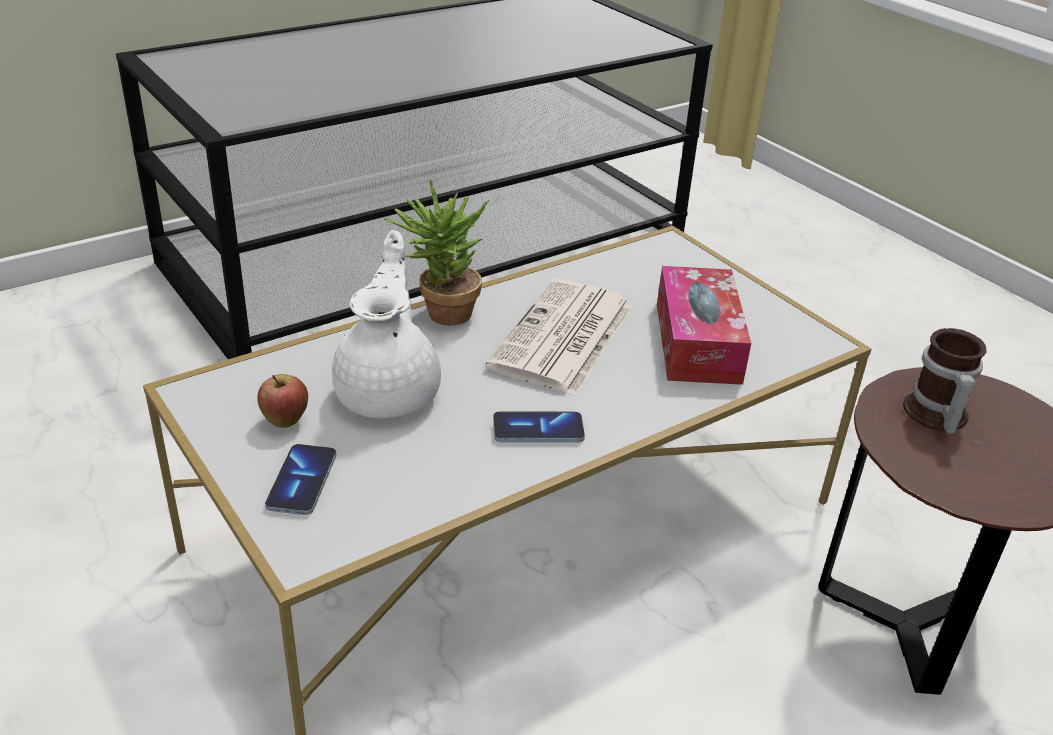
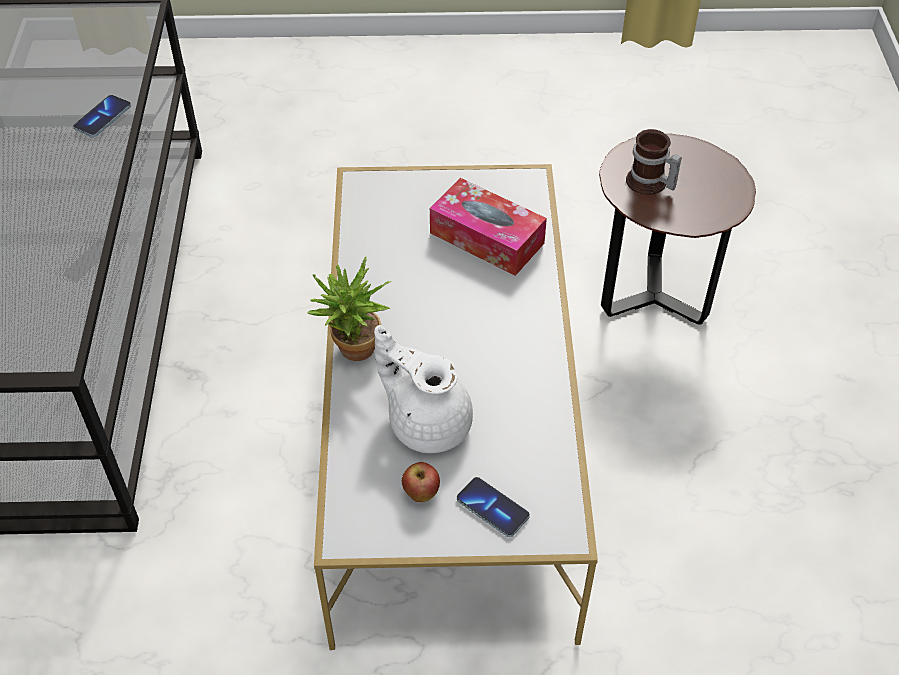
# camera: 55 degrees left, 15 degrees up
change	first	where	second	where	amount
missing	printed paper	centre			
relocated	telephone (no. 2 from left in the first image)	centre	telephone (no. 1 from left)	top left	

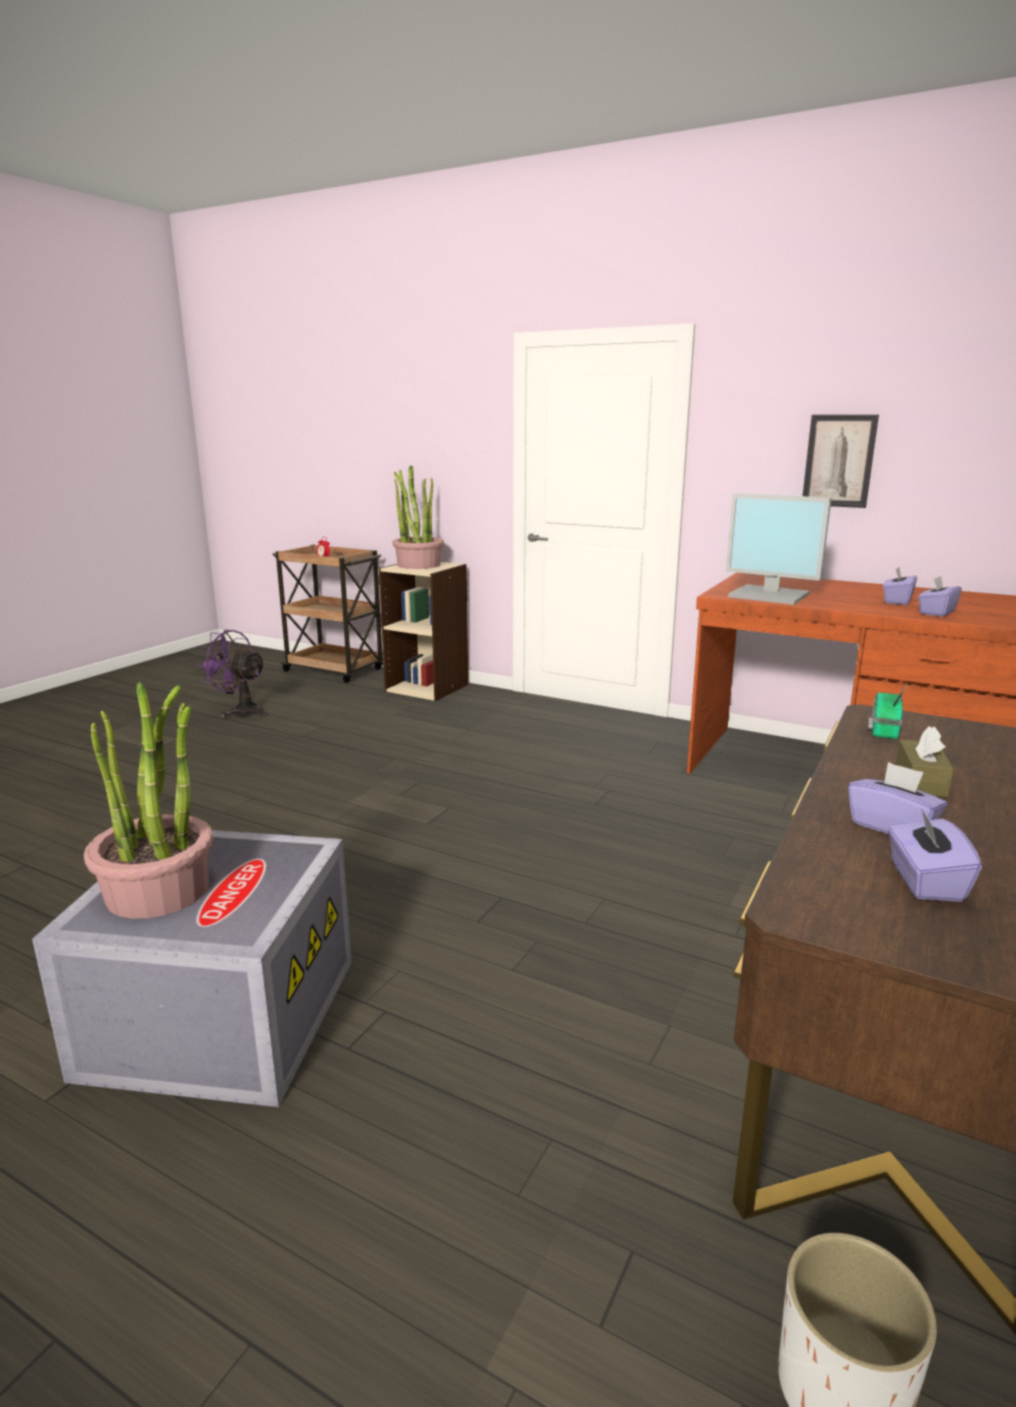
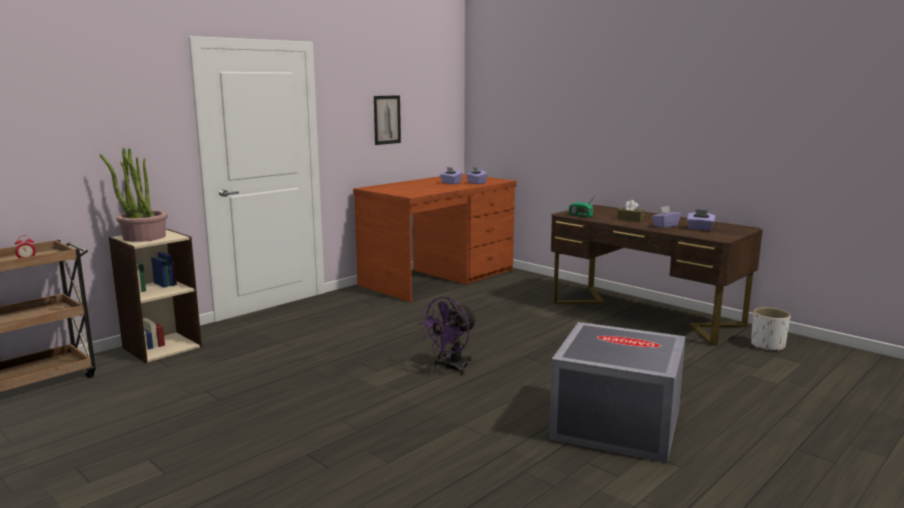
# camera: 75 degrees left, 5 degrees down
change	first	where	second	where	amount
missing	computer screen	middle right			
relocated	cooling fan in purplish	middle left		centre	
missing	plant in a pot (no. 1 from left)	middle left			

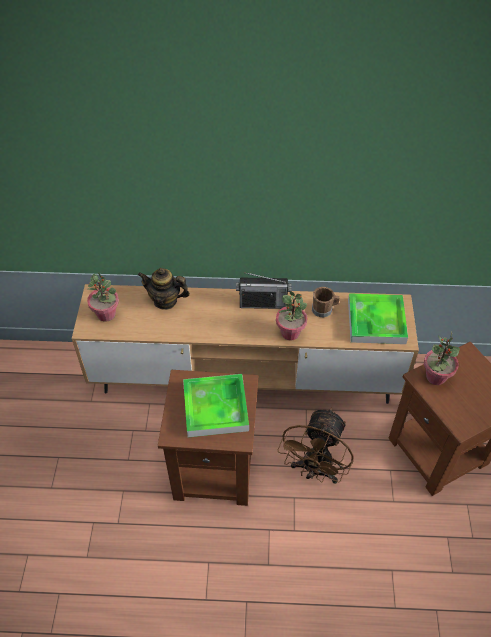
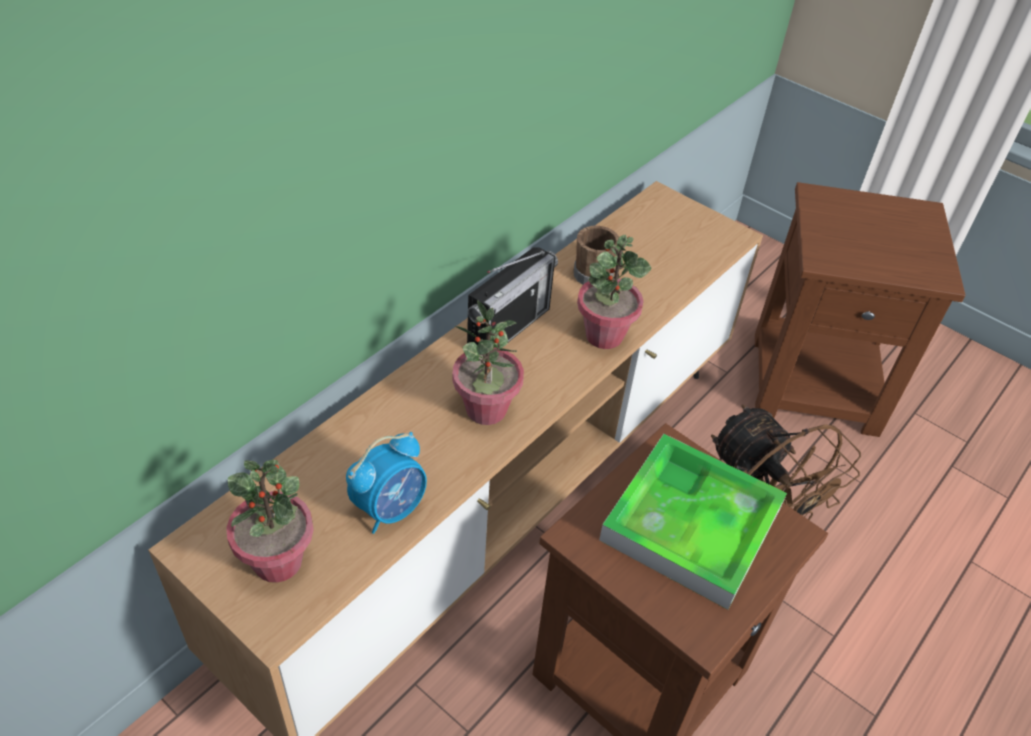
# camera: 55 degrees left, 5 degrees down
change	first	where	second	where	amount
missing	tea pot	centre			
missing	carrying tray (no. 2 from left)	middle right			
relocated	plant in a pot (no. 3 from left in the first image)	middle right	plant in a pot (no. 2 from left)	centre	
appeared			alarm clock	centre	

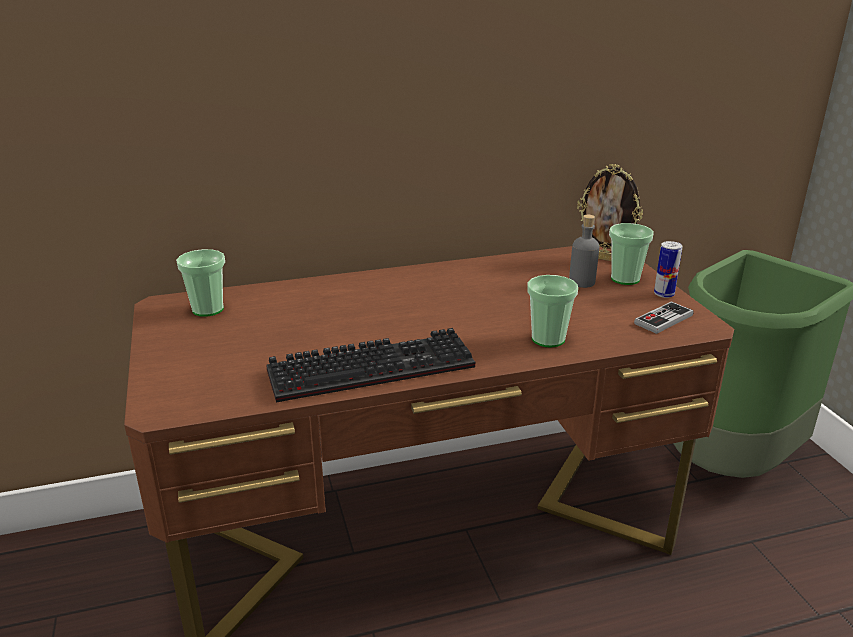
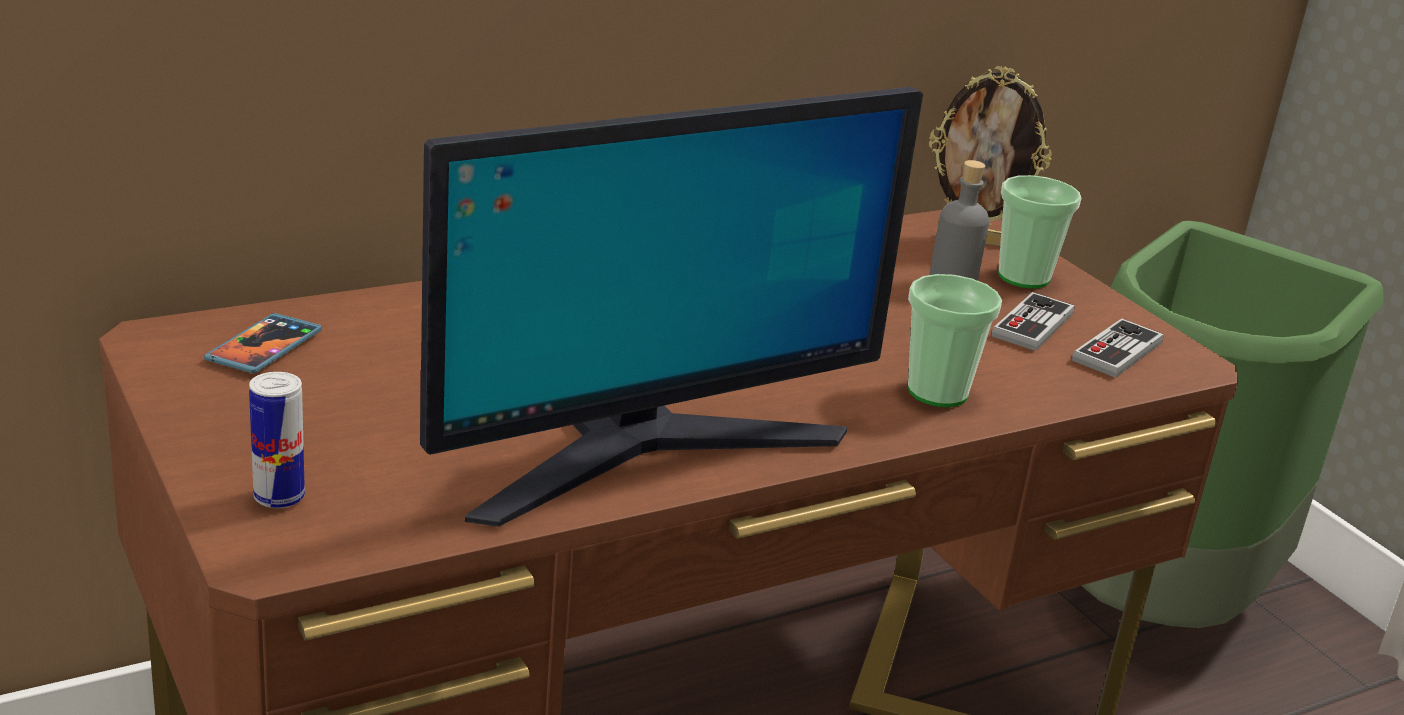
# camera: 15 degrees left, 0 degrees up
change	first	where	second	where	amount
relocated	can	middle right		middle left	
exchanged	small cup (no. 1 from left)	middle left	telephone	middle left	
exchanged	computer keyboard	centre	computer screen	centre	
appeared			joypad (no. 1 from left)	middle right	

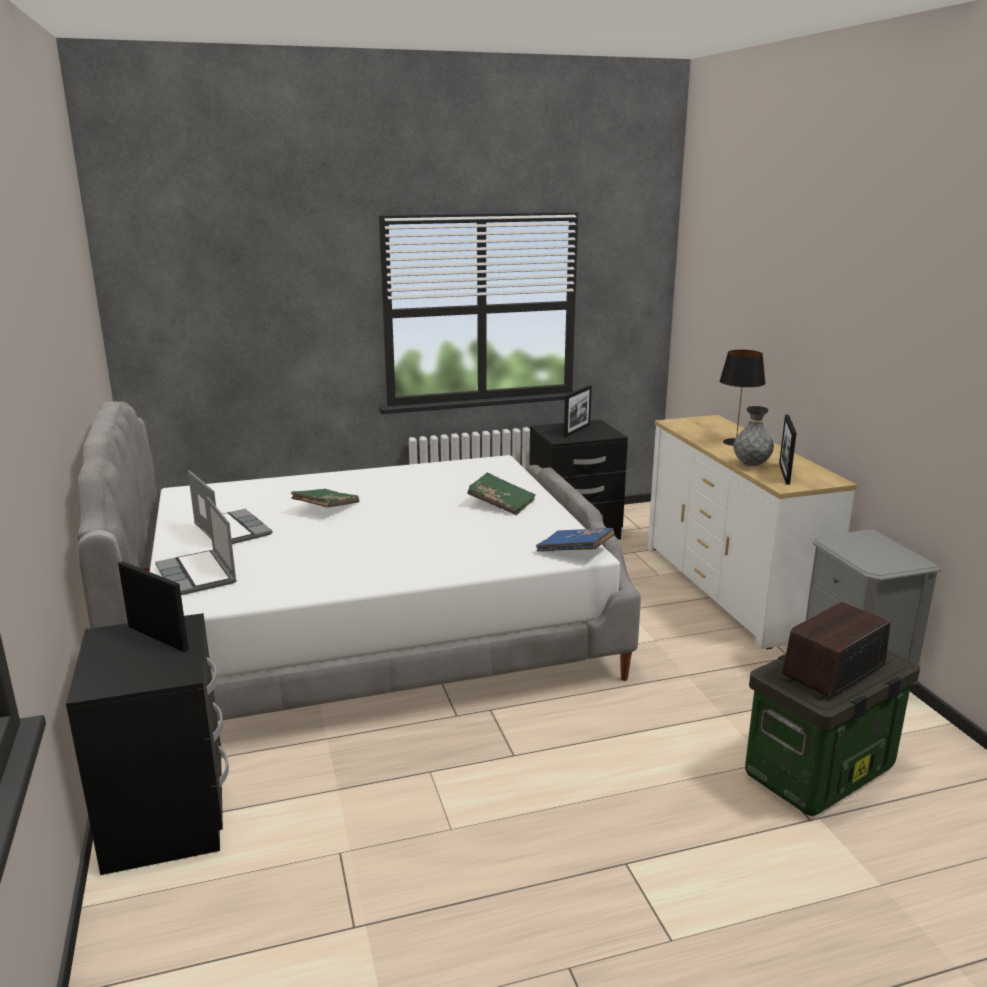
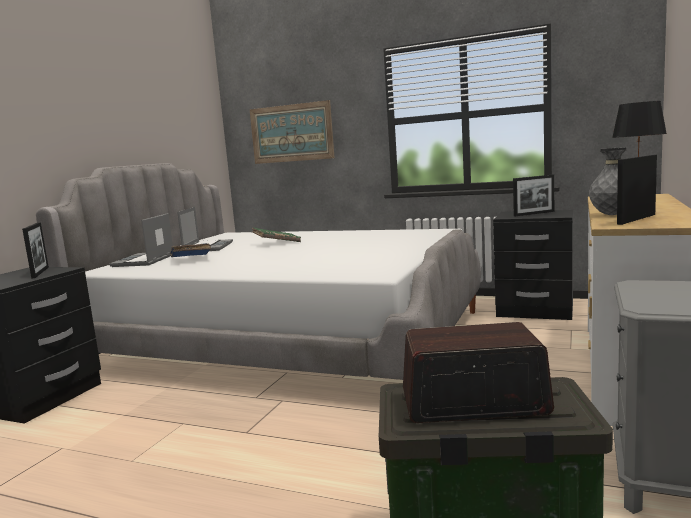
# camera: 40 degrees right, 10 degrees down
change	first	where	second	where	amount
missing	volume in green (no. 2 from left)	centre			
relocated	volume in blue-coloured	centre		middle left	
appeared			picture	top centre	

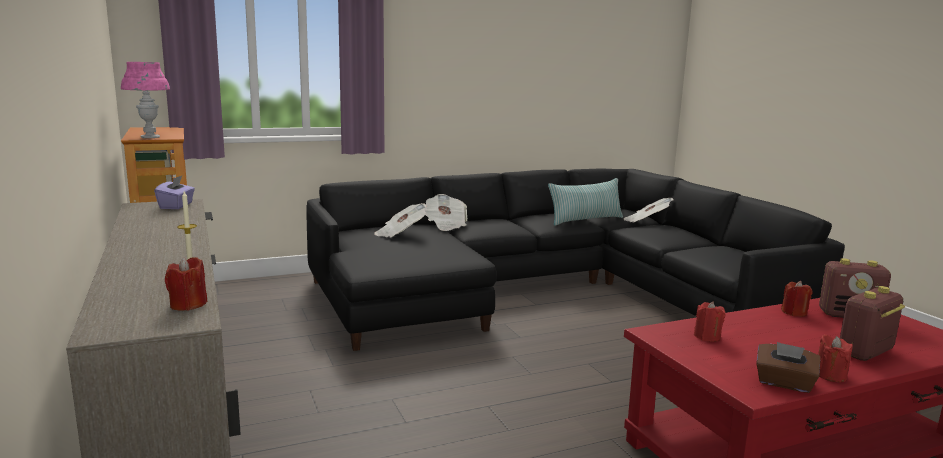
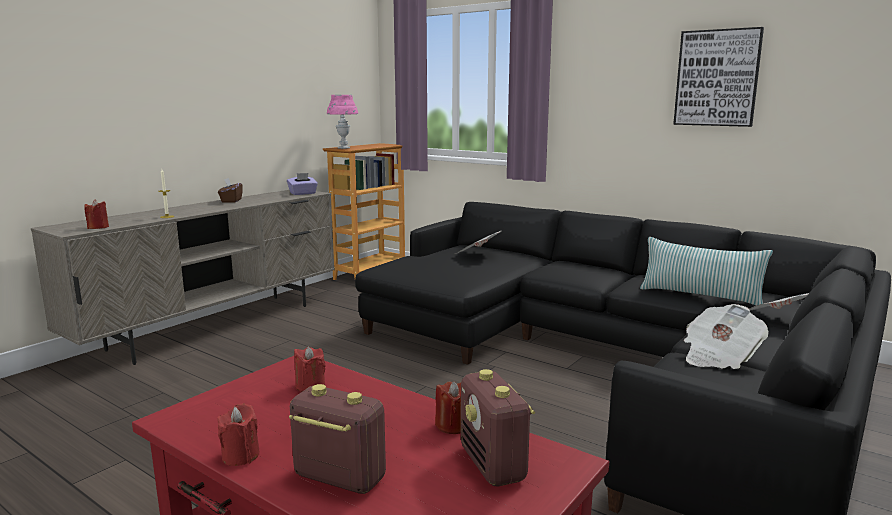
# camera: 60 degrees right, 0 degrees up
change	first	where	second	where	amount
relocated	printed paper (no. 2 from left)	centre		middle right	
relocated	tissue box in brown	bottom right		middle left	
appeared			picture	top right	

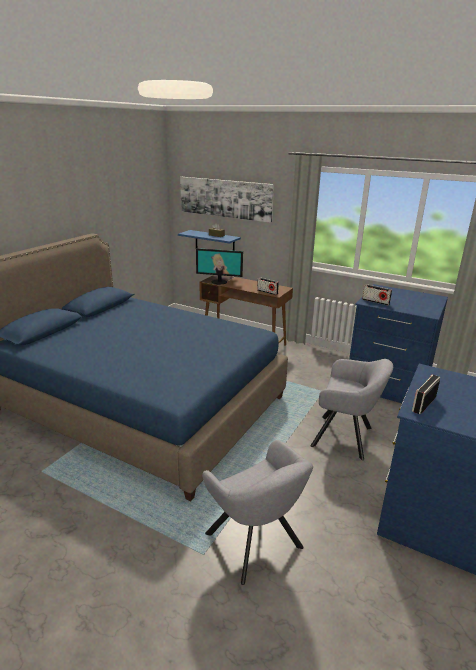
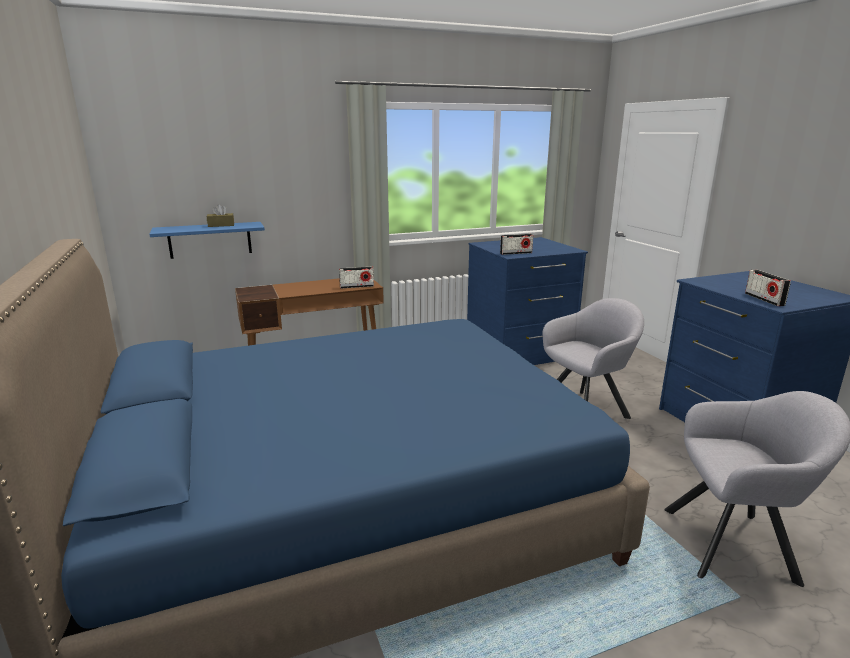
# camera: 50 degrees left, 5 degrees down
change	first	where	second	where	amount
missing	picture	top centre			
missing	computer screen	centre			

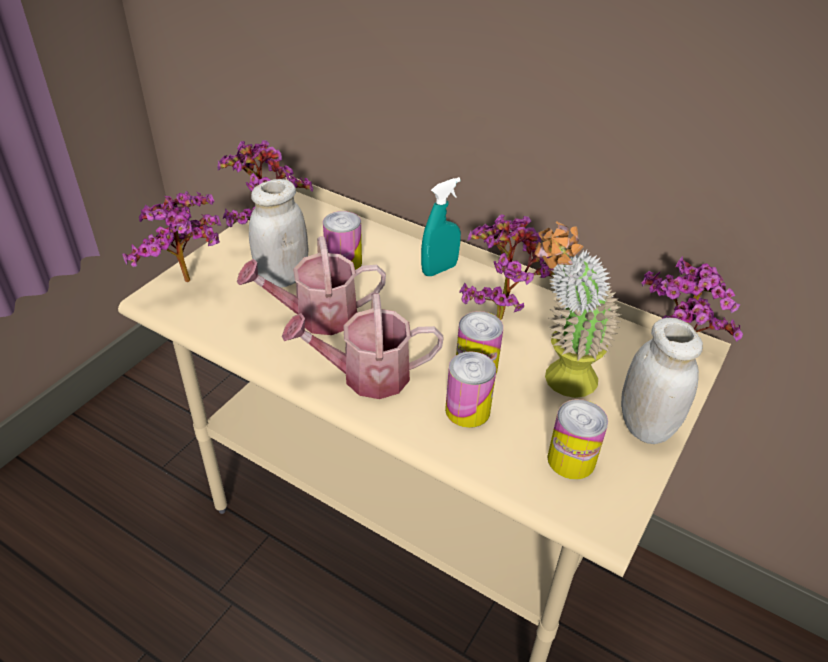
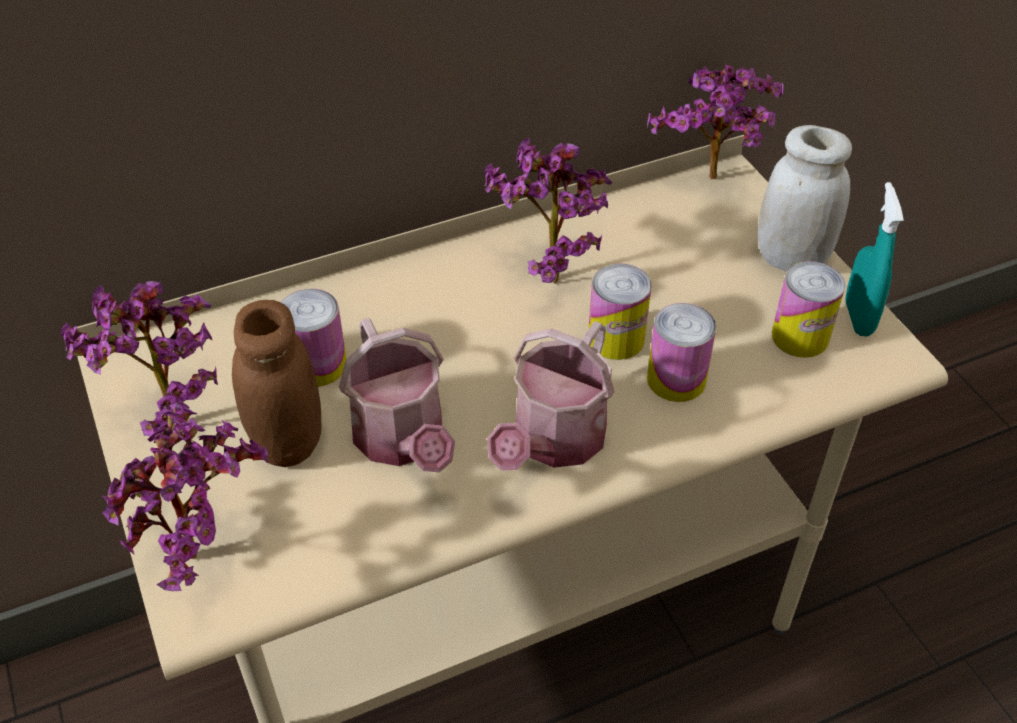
# camera: 55 degrees left, 5 degrees up
change	first	where	second	where	amount
relocated	sprayer in turquoise-coloured	centre		middle right	
colour	preserve jar in whitish (no. 1 from left)	centre	preserve jar in brown	middle left	
missing	plant in a pot (no. 4 from left)	middle right			
spun	sprinkling can (no. 1 from left)	centre		centre	45 degrees counterclockwise

